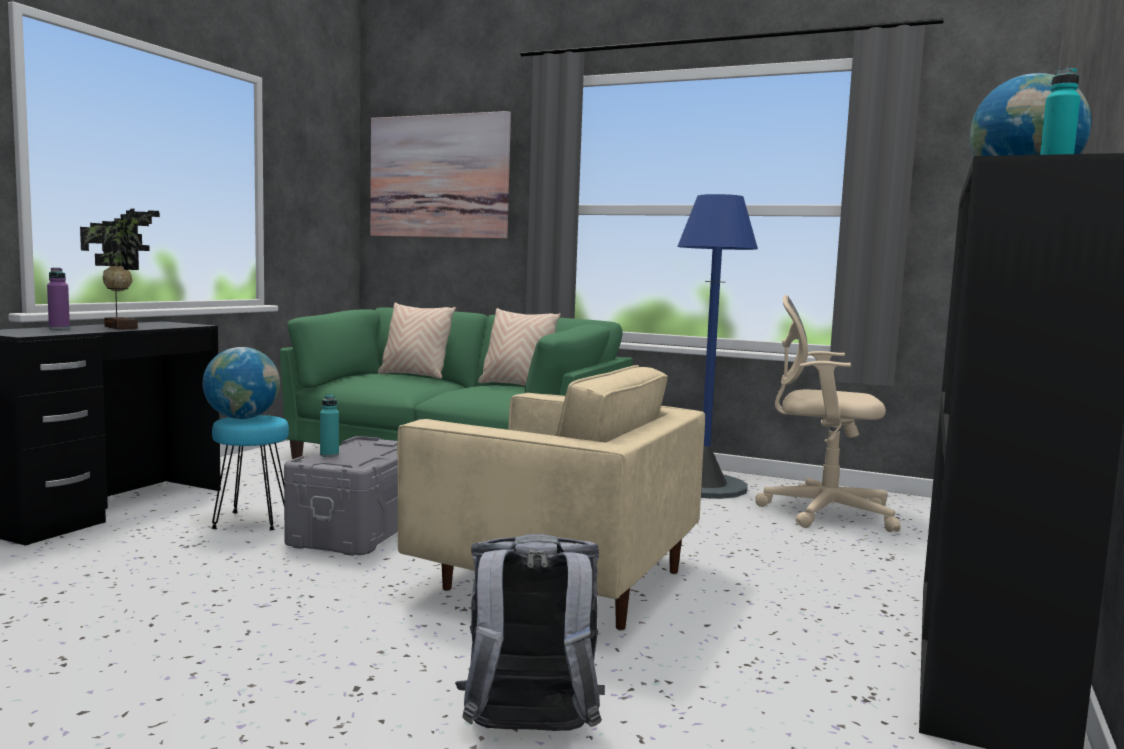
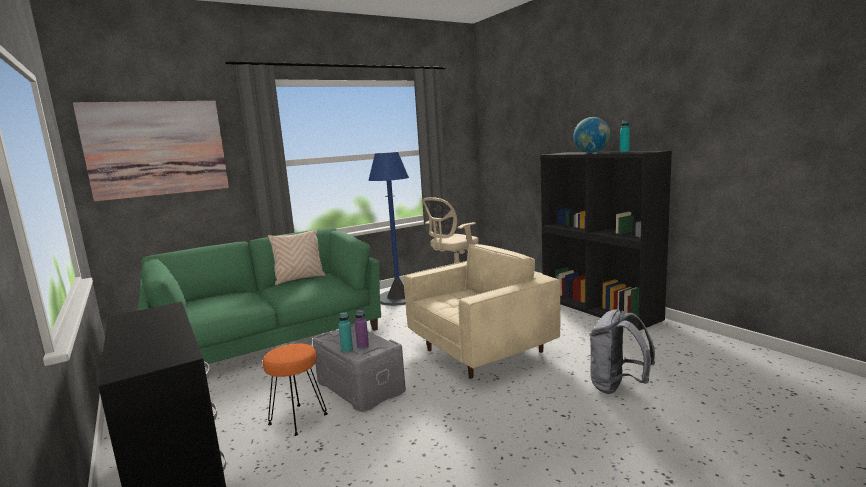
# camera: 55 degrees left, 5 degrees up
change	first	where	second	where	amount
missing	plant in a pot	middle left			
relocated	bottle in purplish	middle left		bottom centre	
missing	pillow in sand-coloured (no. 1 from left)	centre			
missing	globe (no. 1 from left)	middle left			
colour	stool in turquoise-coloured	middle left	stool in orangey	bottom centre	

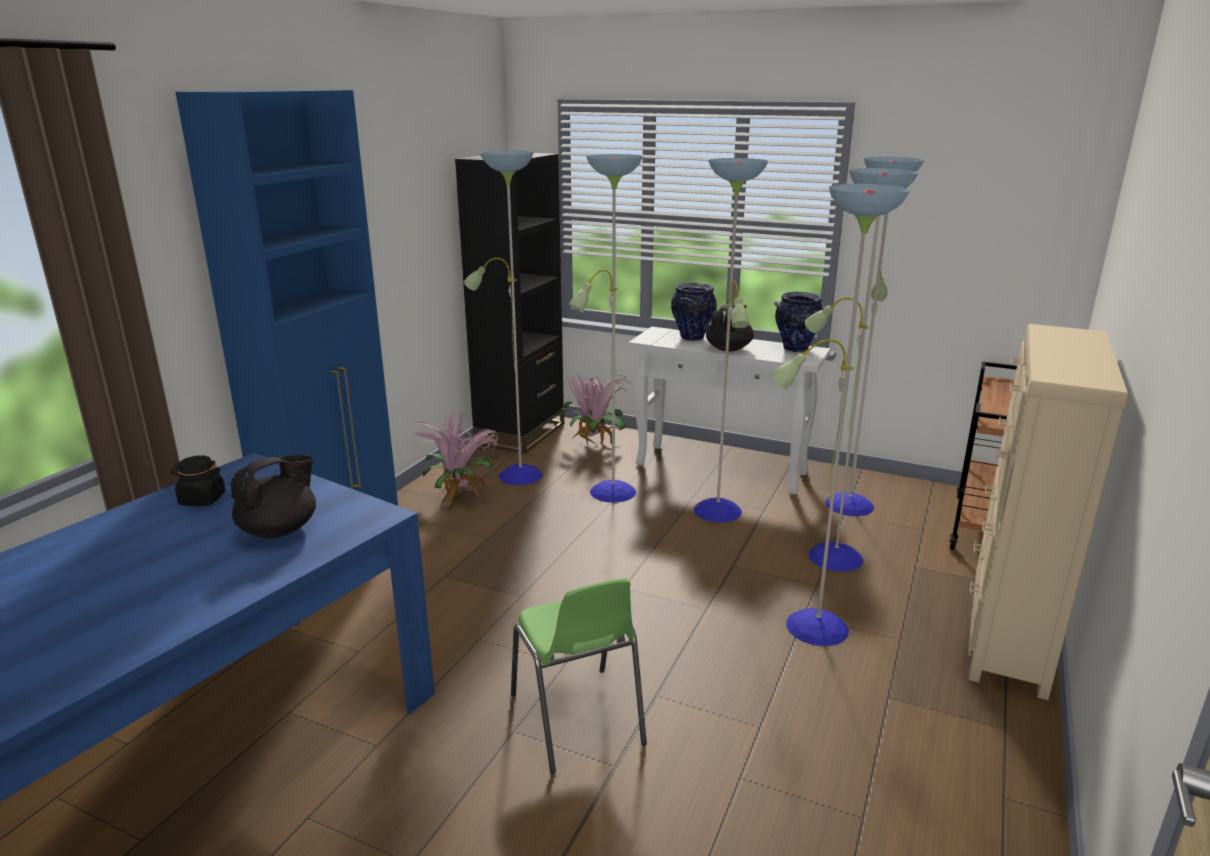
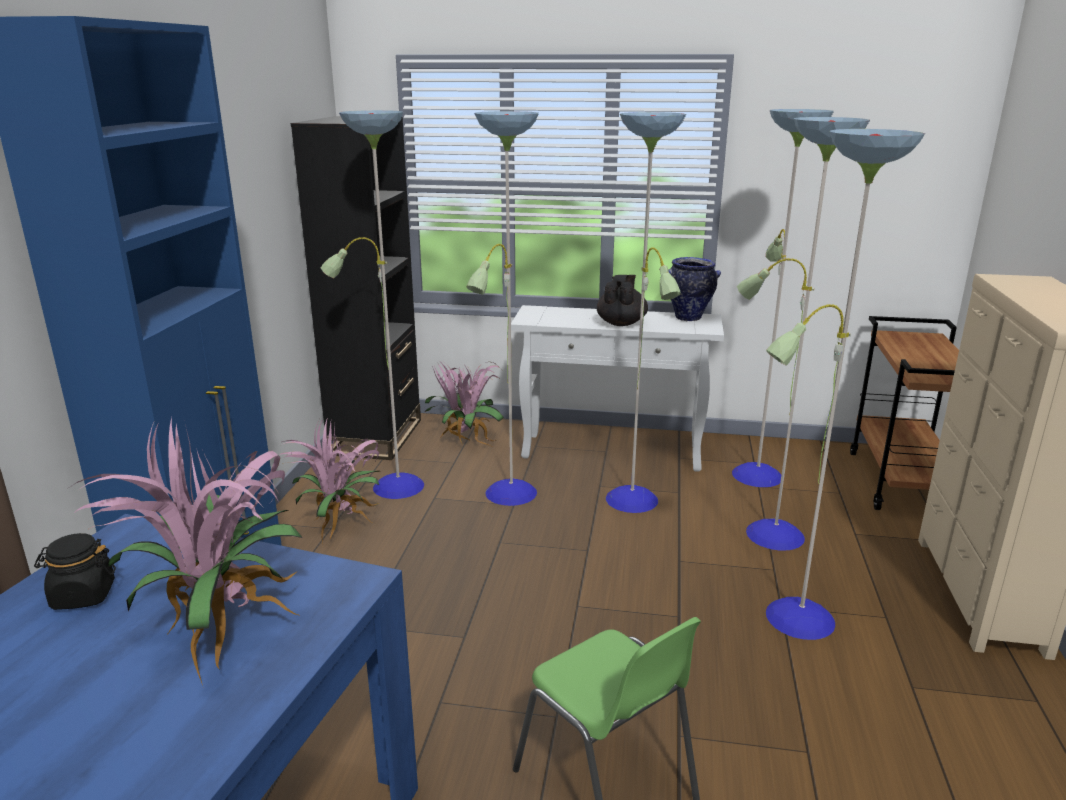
# camera: 15 degrees left, 0 degrees up
change	first	where	second	where	amount
missing	flower vase (no. 1 from left)	centre			
exchanged	tea pot in black-coloured (no. 1 from left)	middle left	plant in a pot (no. 1 from left)	bottom left	

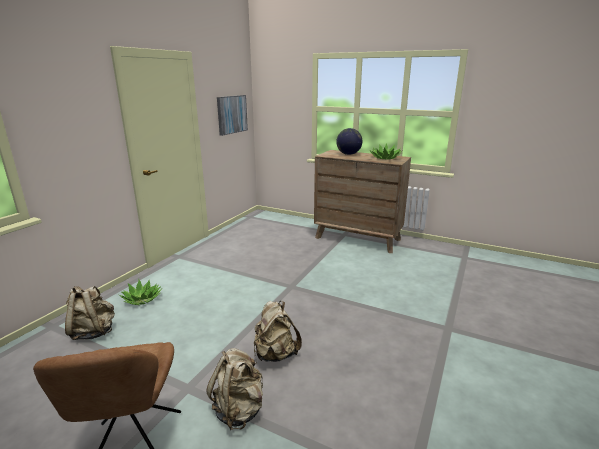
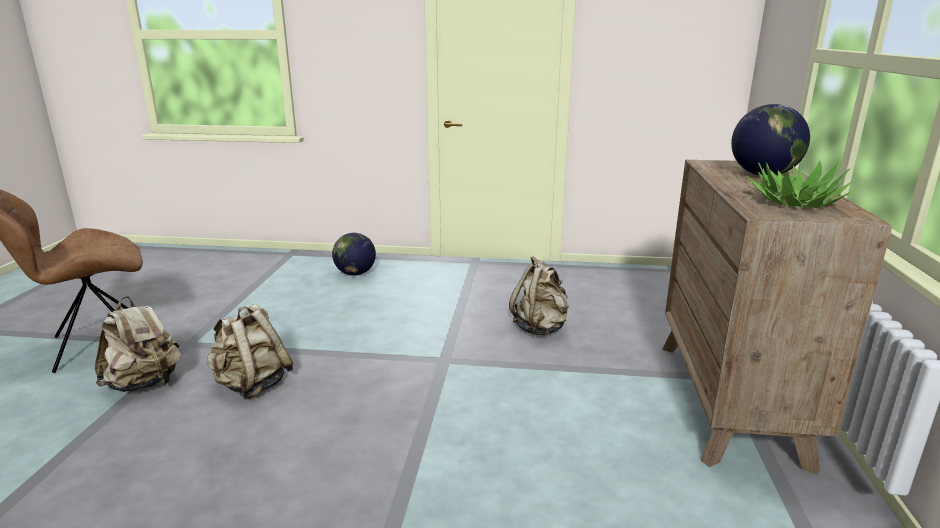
# camera: 70 degrees right, 0 degrees up
change	first	where	second	where	amount
missing	picture	top centre			
exchanged	plant in a pot (no. 1 from left)	middle left	globe (no. 1 from left)	centre	
relocated	backpack in sand-coloured (no. 1 from left in the first image)	bottom left	backpack in sand-coloured (no. 3 from left)	centre	

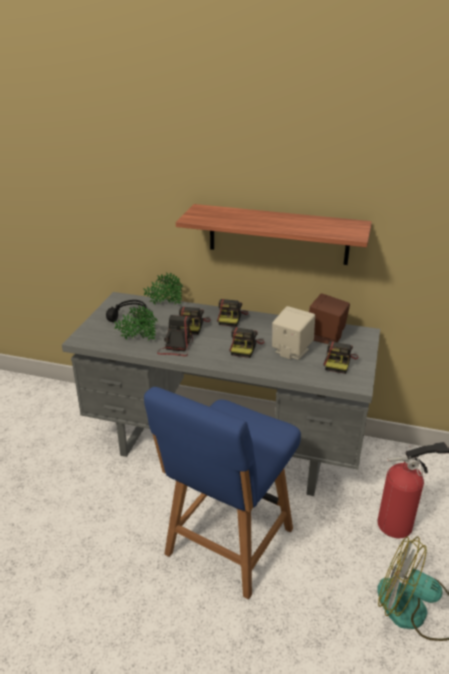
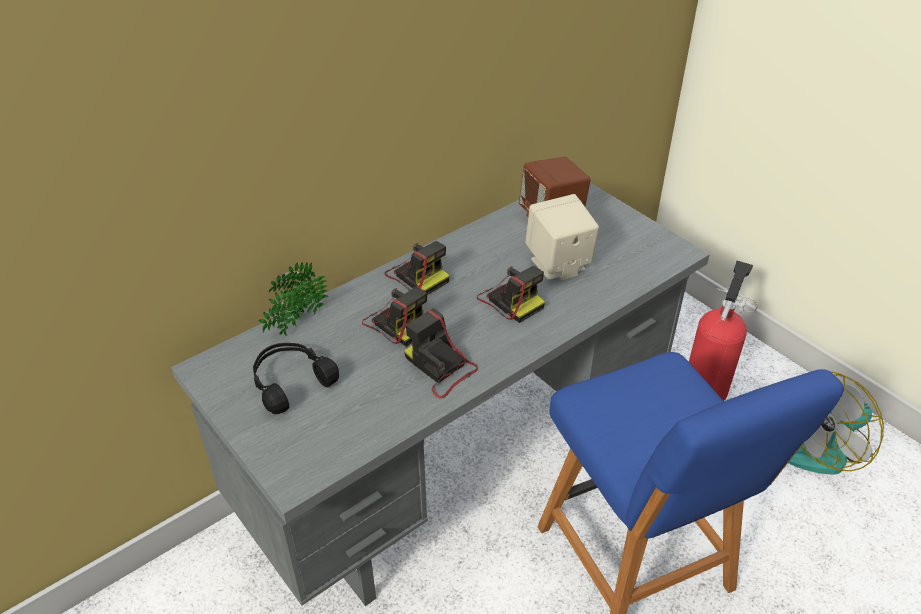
# camera: 55 degrees left, 10 degrees up
change	first	where	second	where	amount
missing	wall shelf	centre			
missing	plant in a pot (no. 1 from left)	middle left			
missing	still camera (no. 5 from left)	middle right			

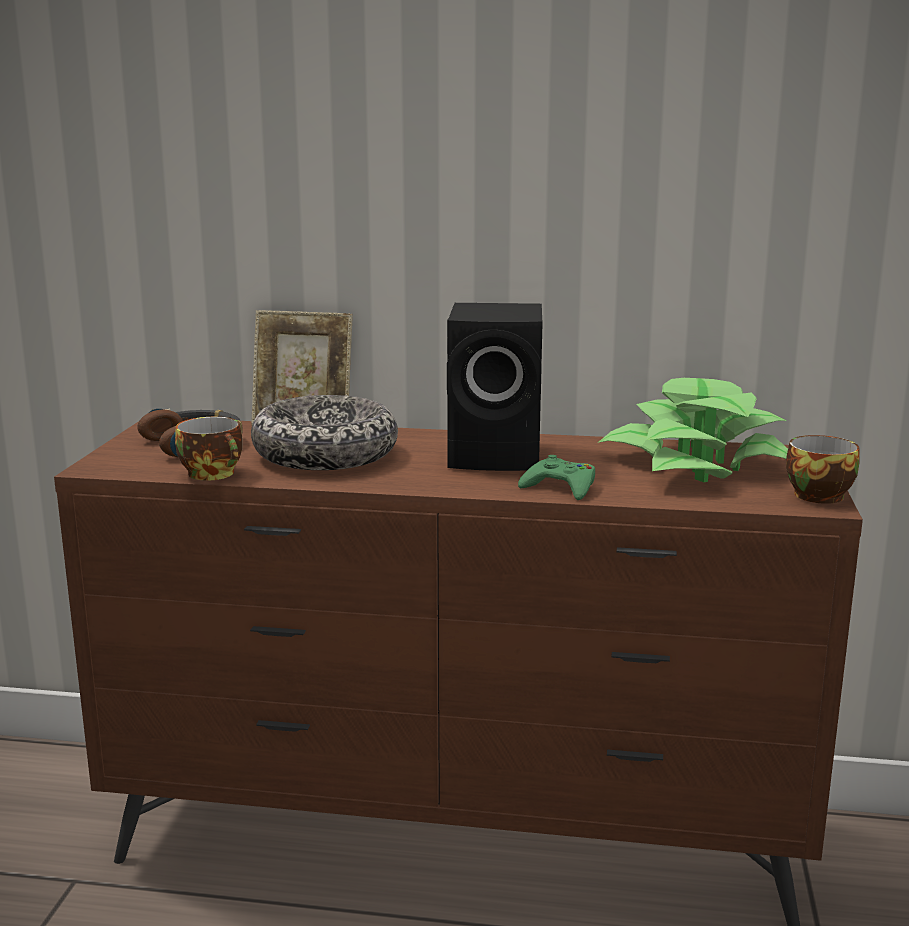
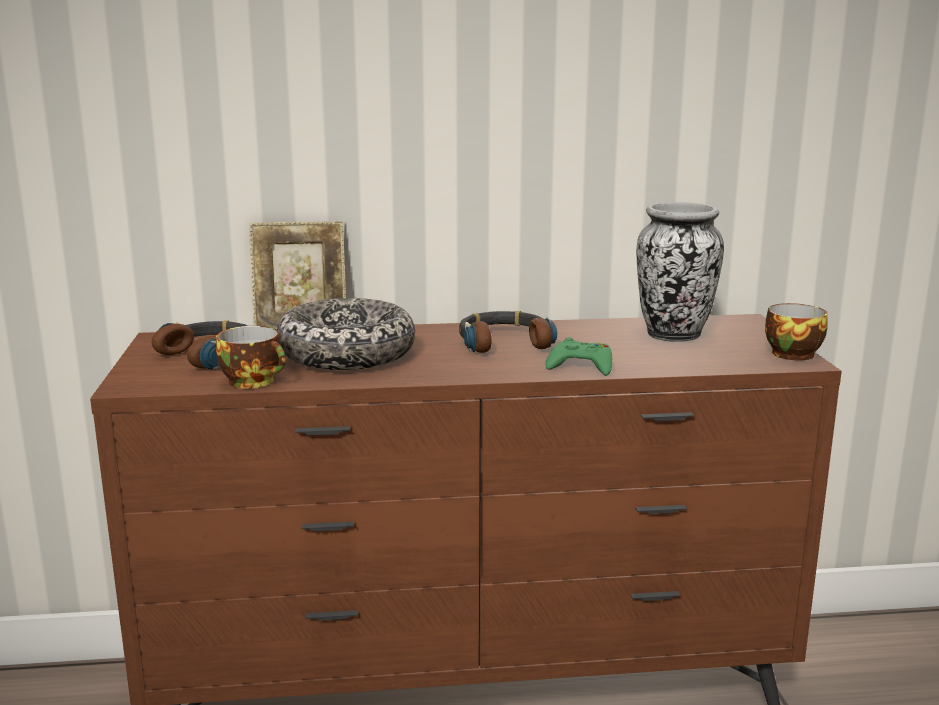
# camera: 15 degrees left, 0 degrees up
change	first	where	second	where	amount
exchanged	speaker in black-coloured	centre	headphones (no. 2 from left)	centre	
exchanged	plant in a pot	middle right	flower vase	middle right	

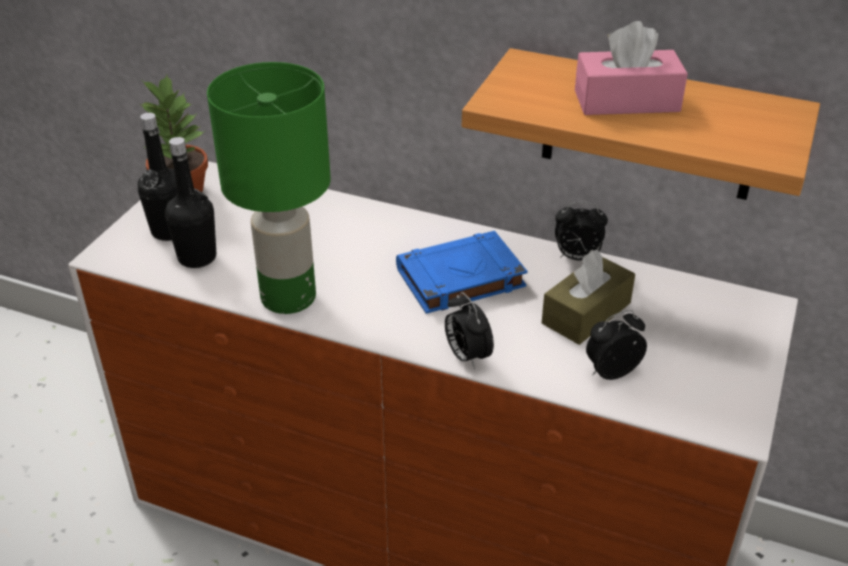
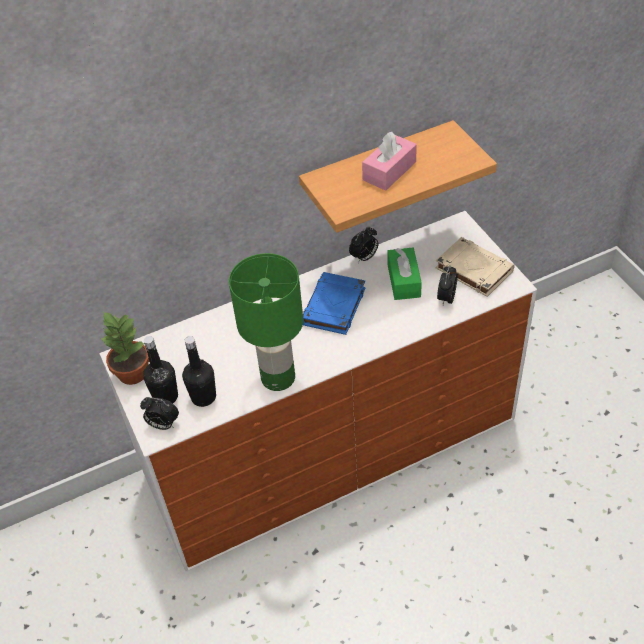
# camera: 45 degrees left, 10 degrees up
change	first	where	second	where	amount
colour	tissue box in brown	middle right	tissue box in green	centre	
relocated	alarm clock (no. 1 from left)	centre		middle left	
appeared			volume in sand-coloured	middle right	

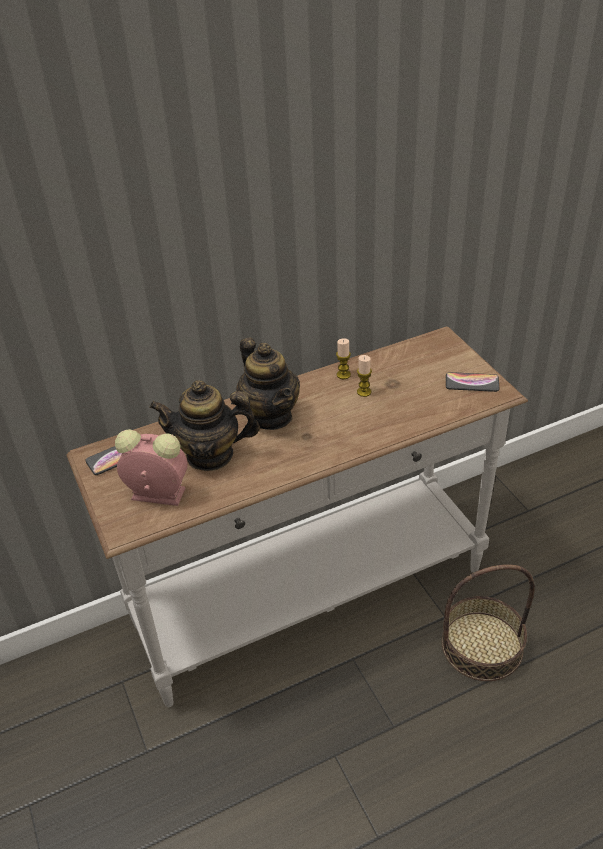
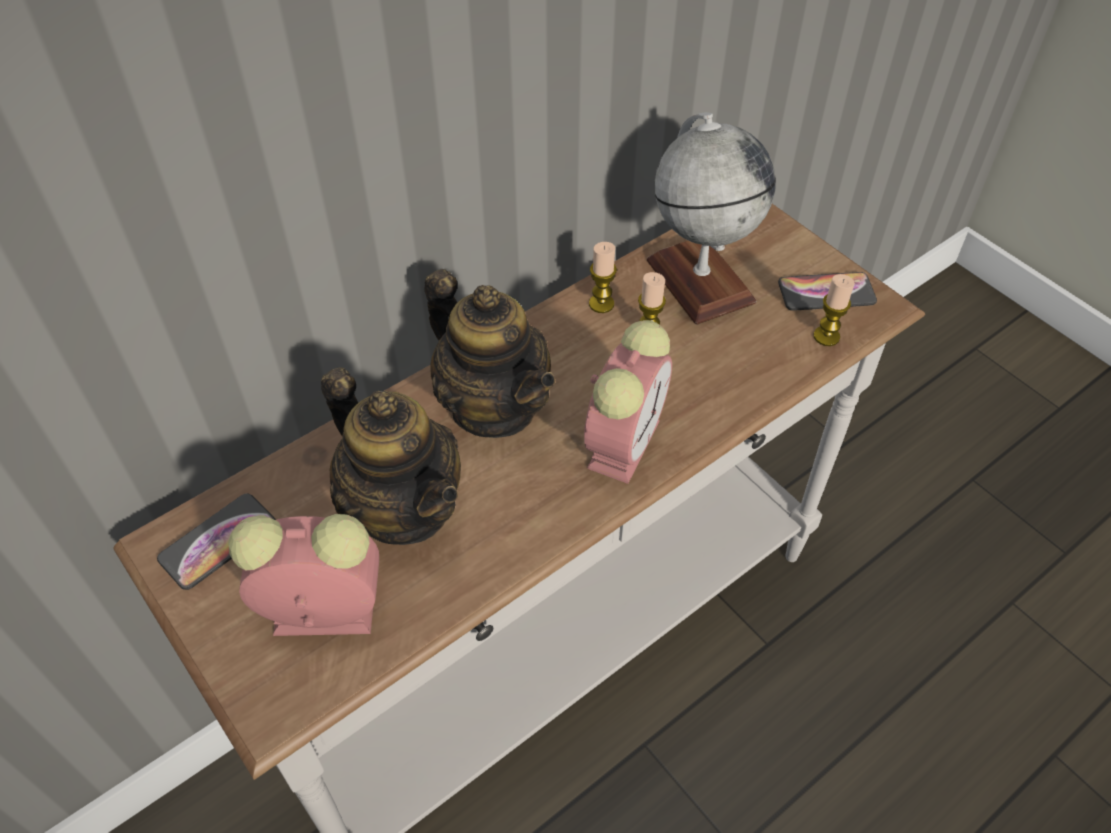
# camera: 15 degrees left, 10 degrees up
change	first	where	second	where	amount
spun	tea pot (no. 1 from left)	centre		centre	120 degrees counterclockwise
missing	household basket	bottom right			
appeared			globe	top centre	
appeared			wax light (no. 3 from left)	middle right	
appeared			alarm clock (no. 2 from left)	centre	

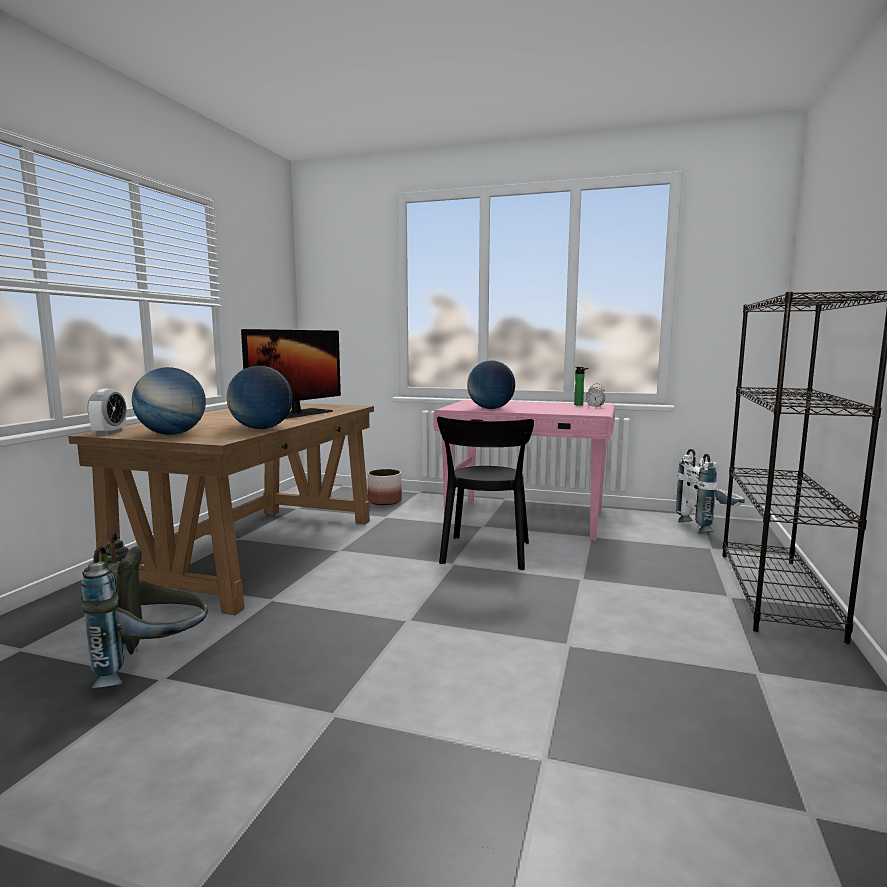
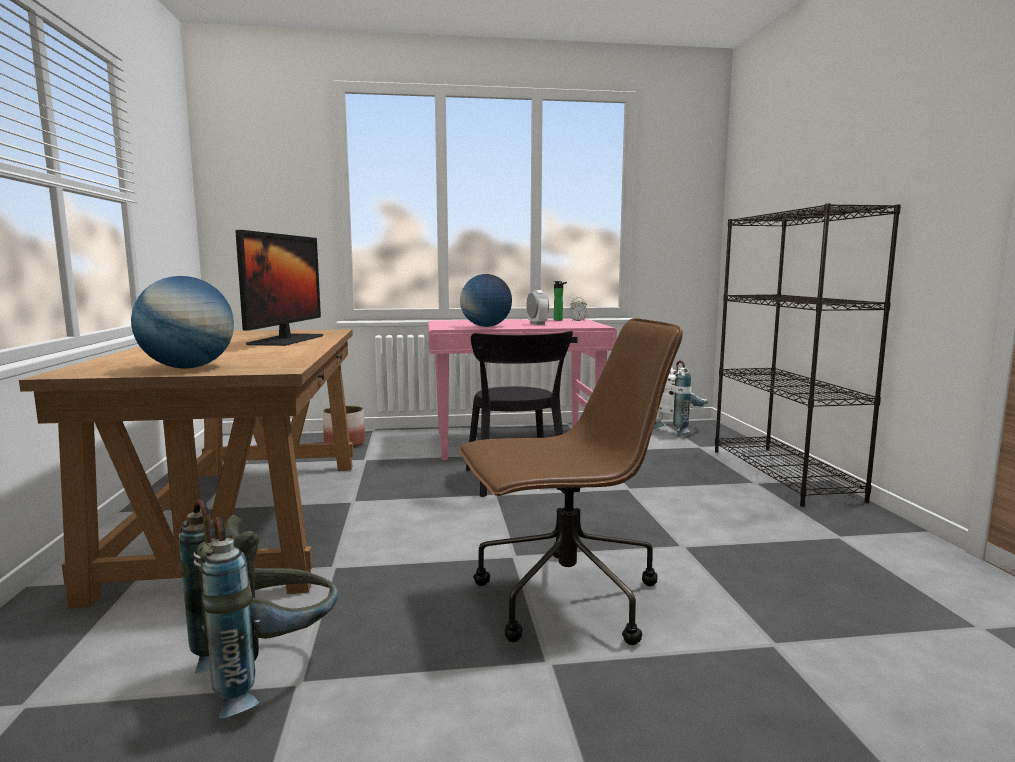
# camera: 25 degrees left, 0 degrees up
change	first	where	second	where	amount
missing	globe (no. 2 from left)	middle left			
relocated	alarm clock (no. 1 from left)	middle left		centre	
appeared			computer chair in brown	centre	

